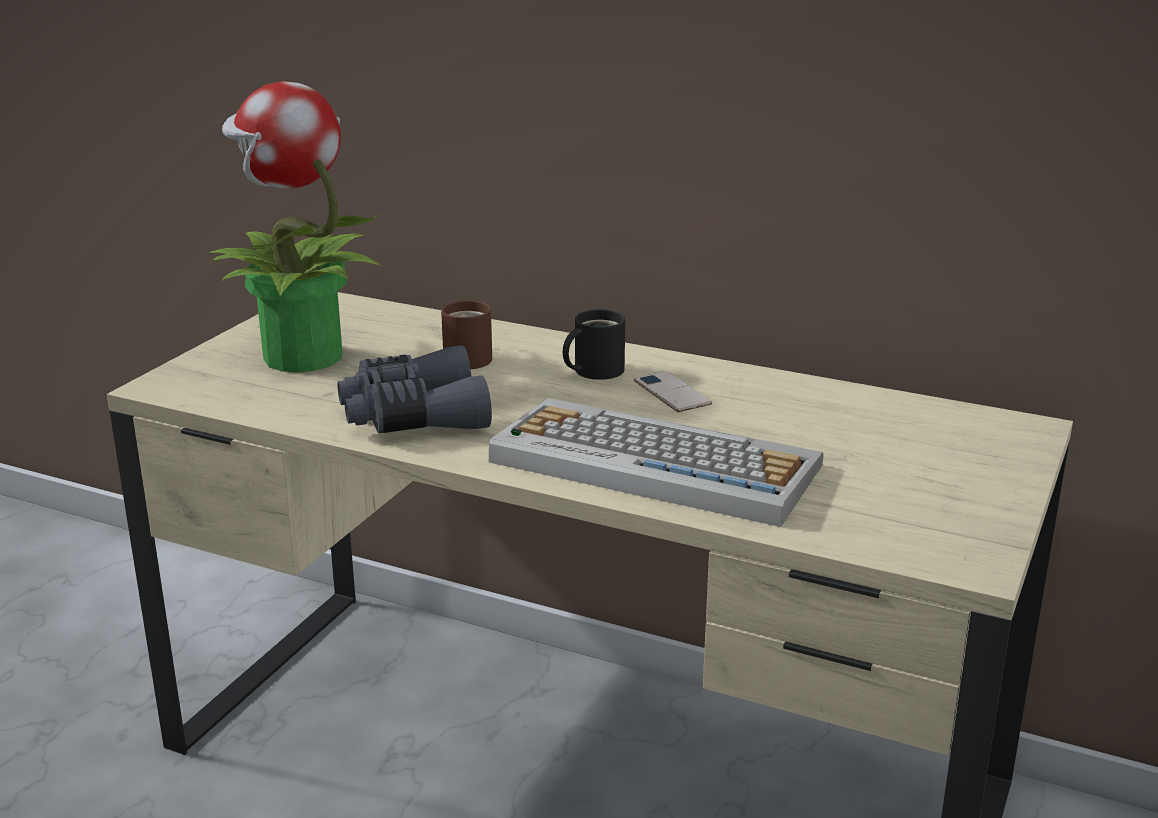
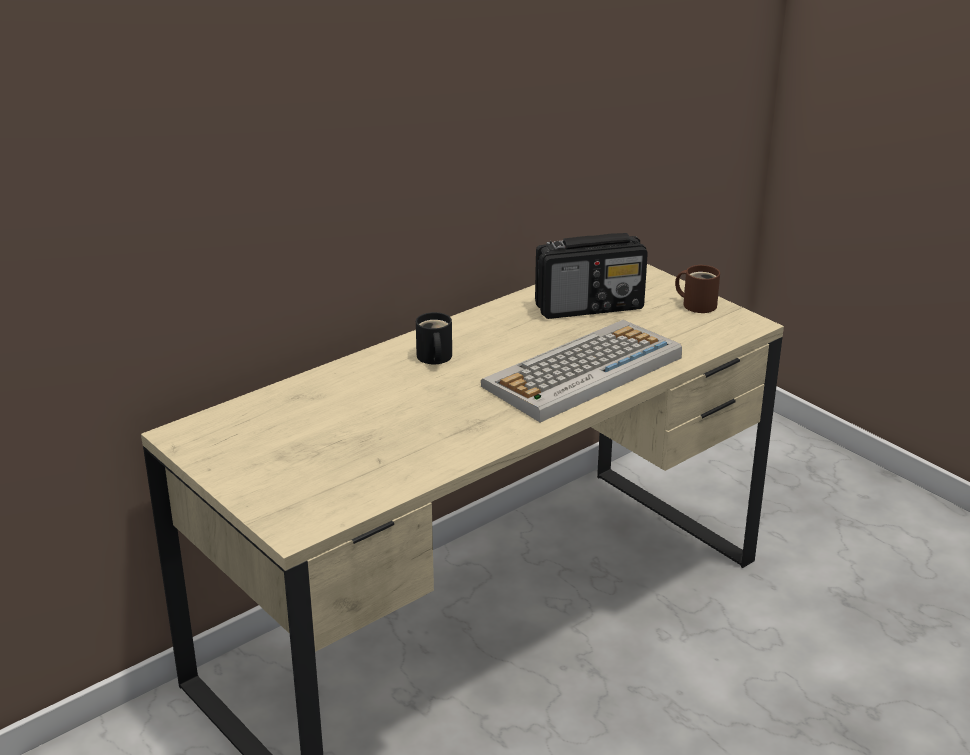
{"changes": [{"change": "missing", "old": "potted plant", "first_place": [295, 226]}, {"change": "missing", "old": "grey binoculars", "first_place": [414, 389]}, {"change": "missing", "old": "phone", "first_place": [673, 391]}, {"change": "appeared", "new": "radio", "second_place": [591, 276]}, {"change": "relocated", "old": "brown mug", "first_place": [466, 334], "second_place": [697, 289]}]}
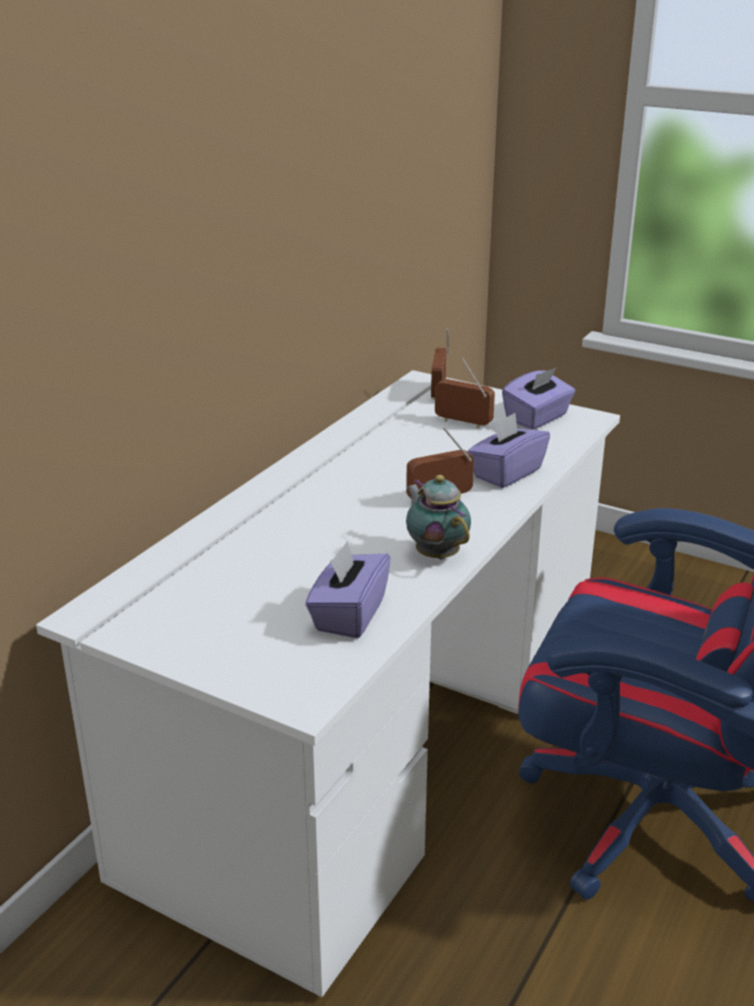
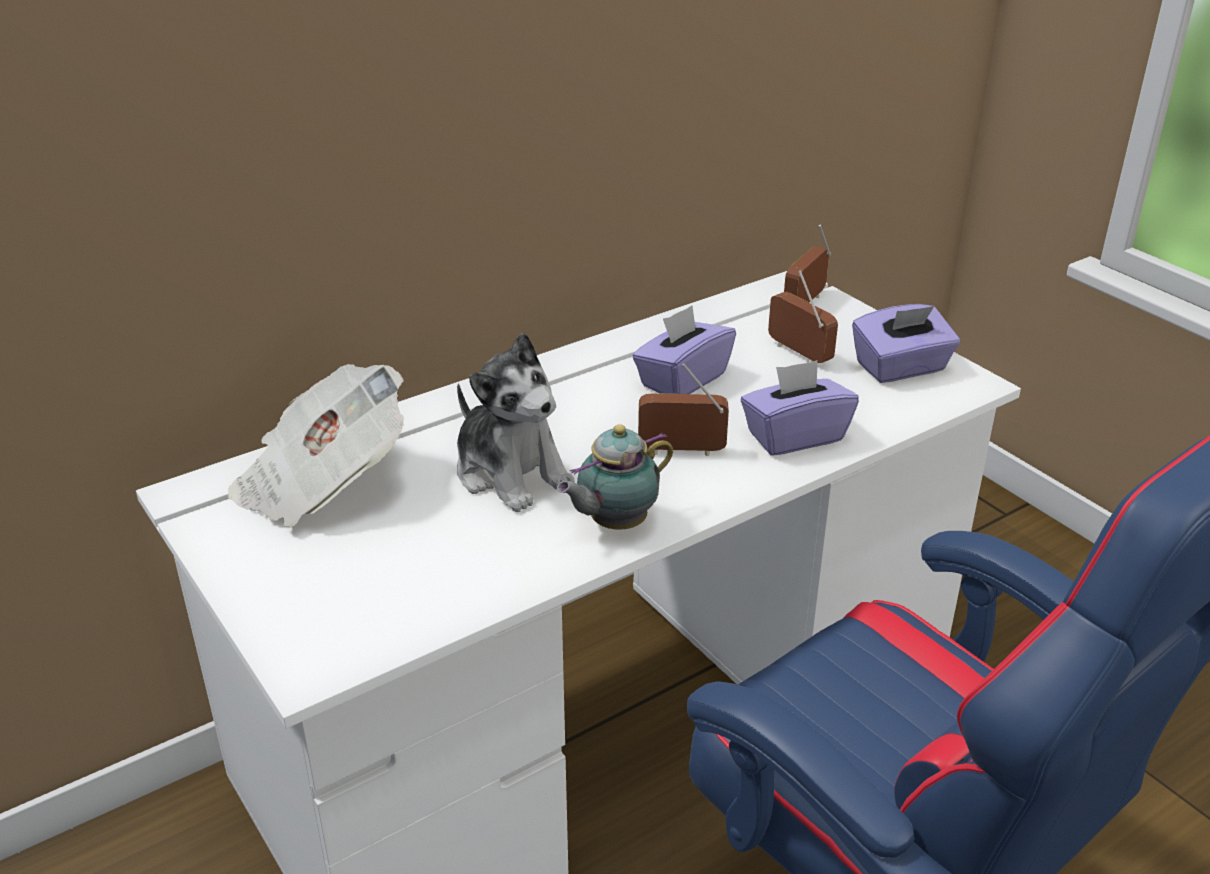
{"changes": [{"change": "appeared", "new": "newspaper", "second_place": [316, 445]}, {"change": "appeared", "new": "plush toy", "second_place": [516, 422]}, {"change": "relocated", "old": "purple tissue box", "first_place": [348, 589], "second_place": [684, 349]}, {"change": "spun", "old": "teapot", "first_place": [438, 517], "second_place": [615, 477], "degrees": -120}]}
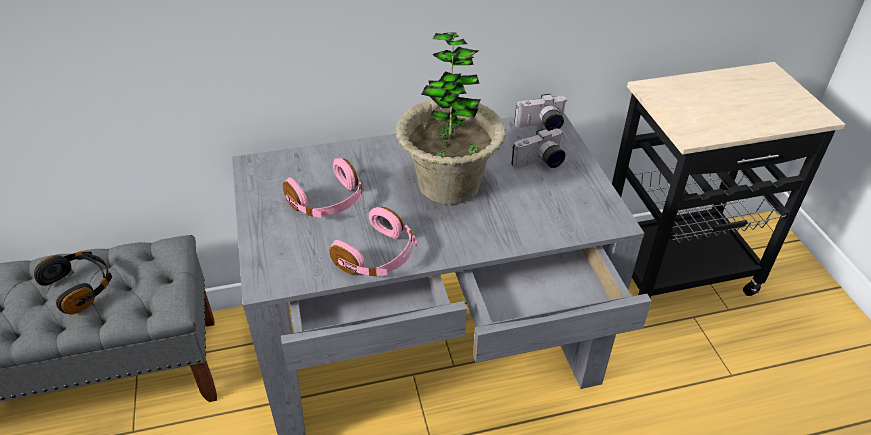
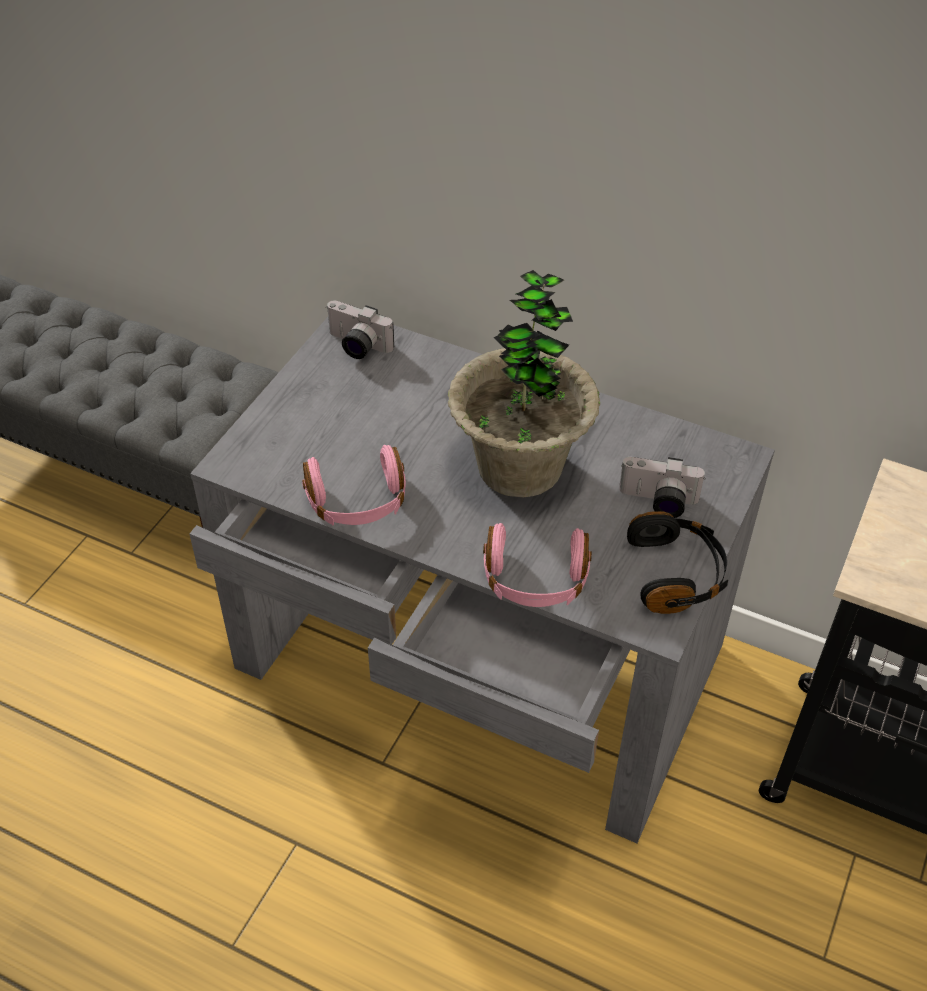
{"changes": [{"change": "relocated", "old": "black headphones", "first_place": [73, 283], "second_place": [677, 562]}, {"change": "relocated", "old": "pink headphones", "first_place": [322, 188], "second_place": [537, 565]}, {"change": "relocated", "old": "photo camera", "first_place": [540, 112], "second_place": [360, 330]}]}
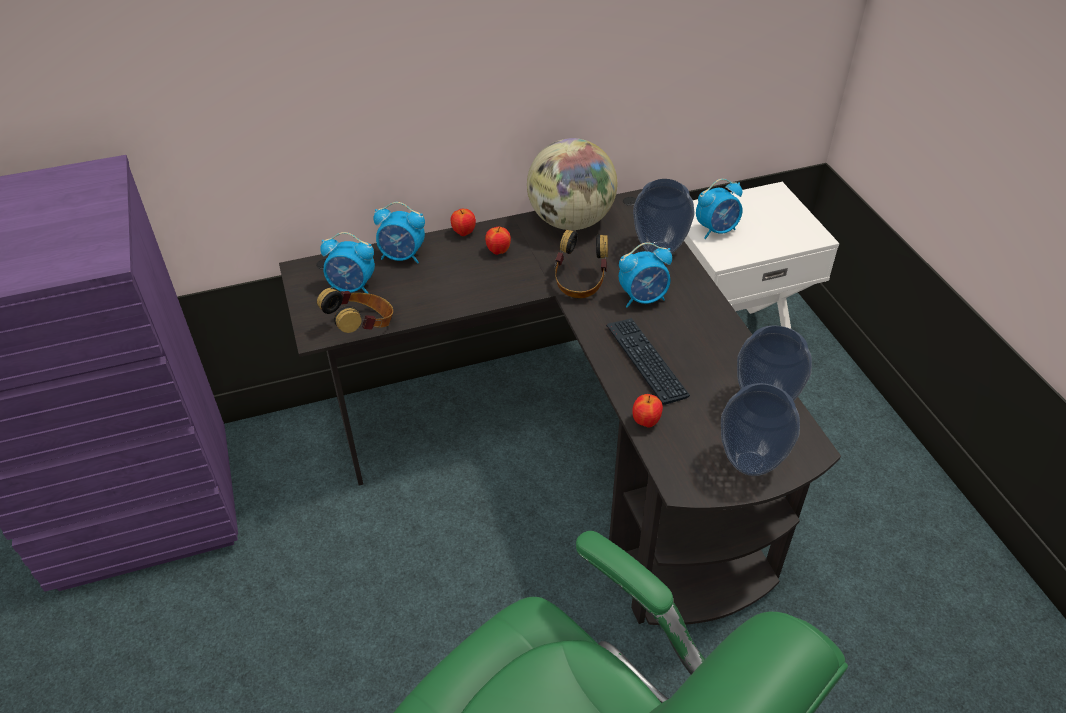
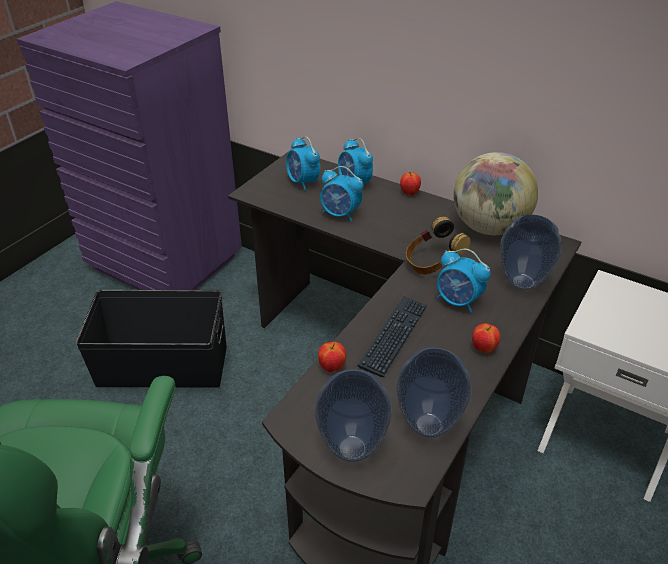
{"changes": [{"change": "missing", "old": "headphones", "first_place": [355, 310]}, {"change": "appeared", "new": "black storage box", "second_place": [151, 338]}, {"change": "relocated", "old": "apple", "first_place": [498, 241], "second_place": [486, 338]}, {"change": "relocated", "old": "alarm clock", "first_place": [719, 209], "second_place": [341, 194]}]}
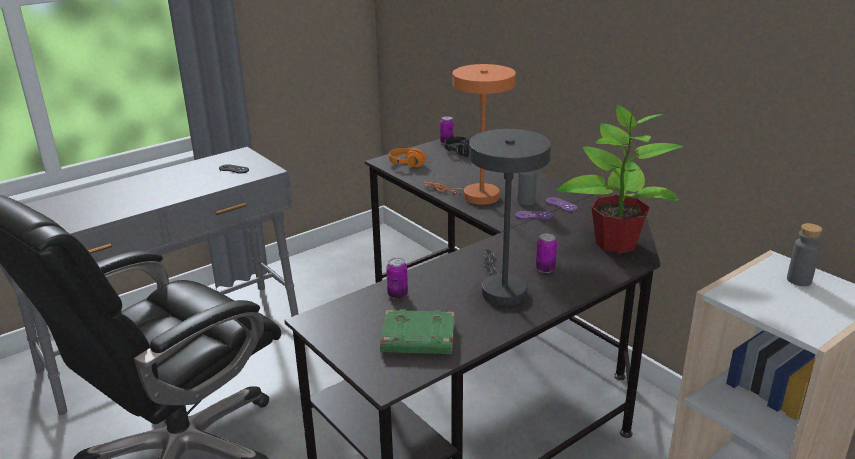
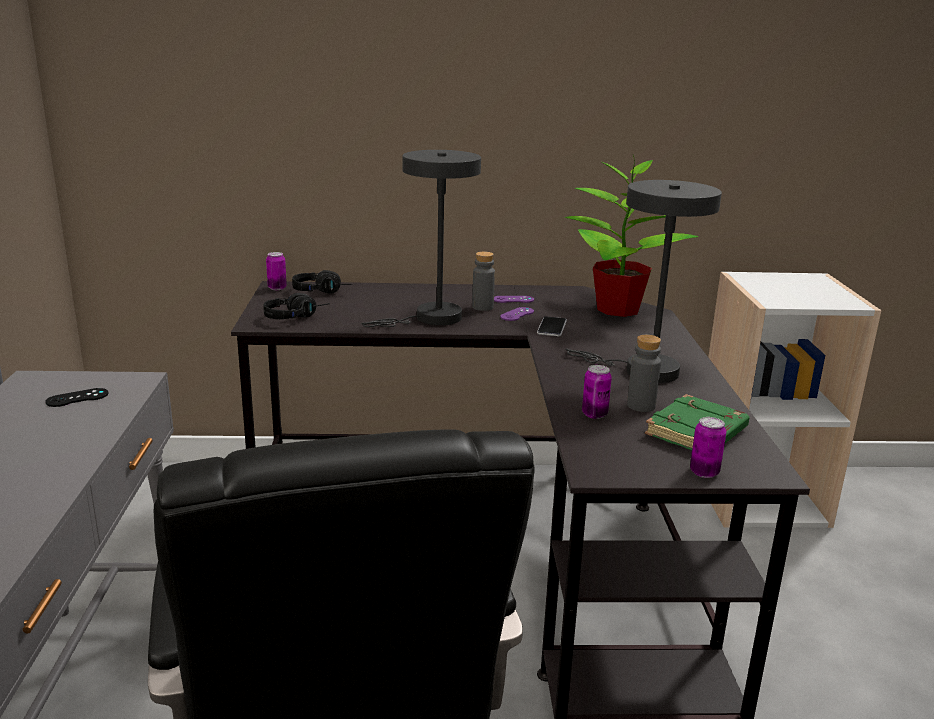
{"changes": [{"change": "appeared", "new": "phone", "second_place": [552, 326]}, {"change": "relocated", "old": "can", "first_place": [546, 253], "second_place": [708, 447]}, {"change": "relocated", "old": "grey bottle", "first_place": [805, 254], "second_place": [644, 373]}, {"change": "colour", "old": "orange headphones", "new": "black headphones", "first_place": [410, 157], "second_place": [296, 306]}, {"change": "colour", "old": "orange table lamp", "new": "grey table lamp", "first_place": [470, 134], "second_place": [421, 238]}]}
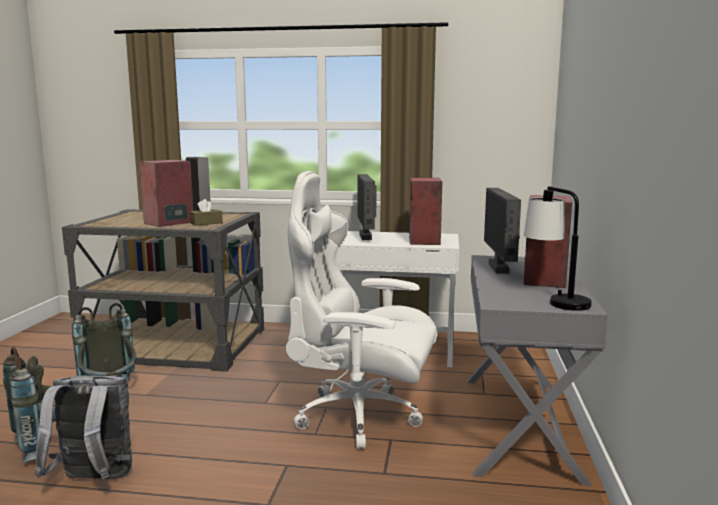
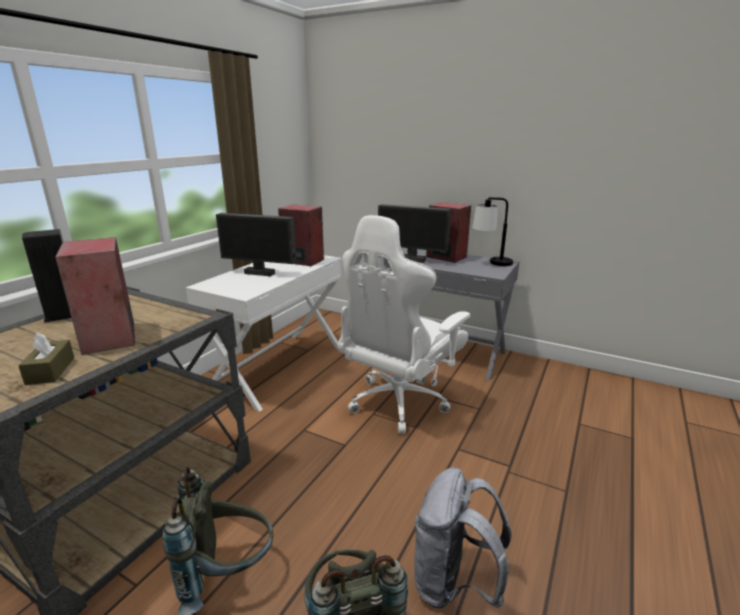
{"changes": [{"change": "relocated", "old": "brown tissue box", "first_place": [206, 212], "second_place": [46, 358]}]}
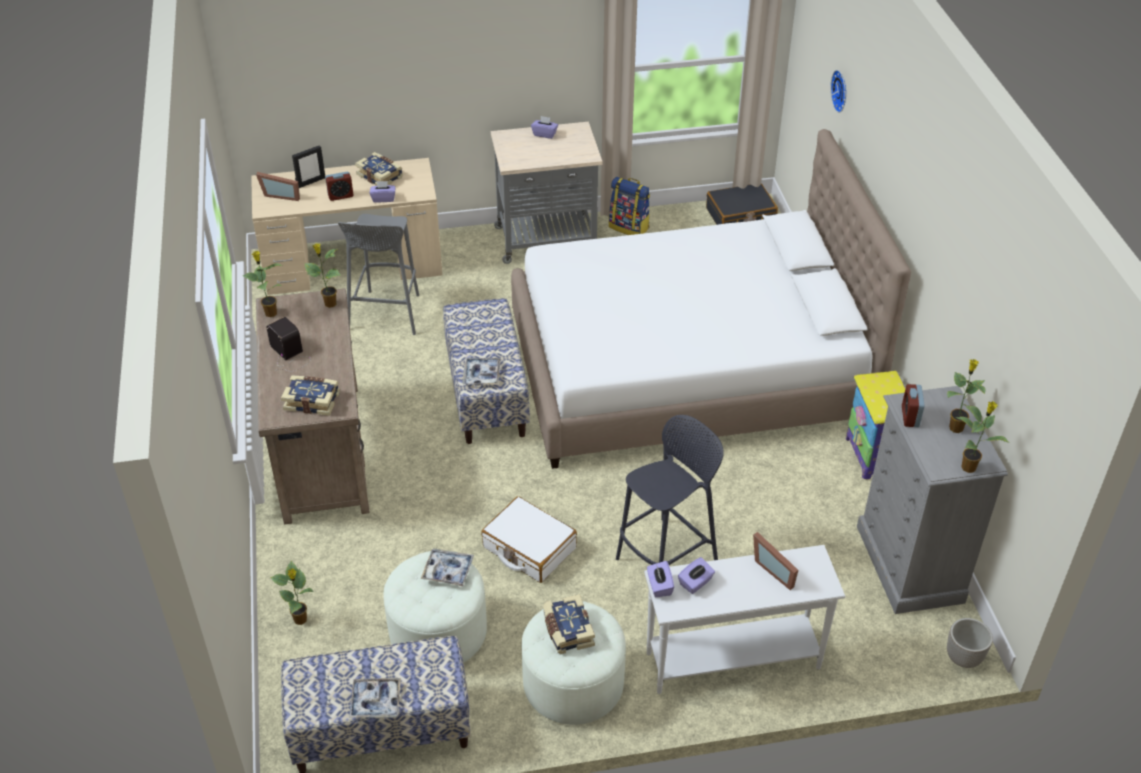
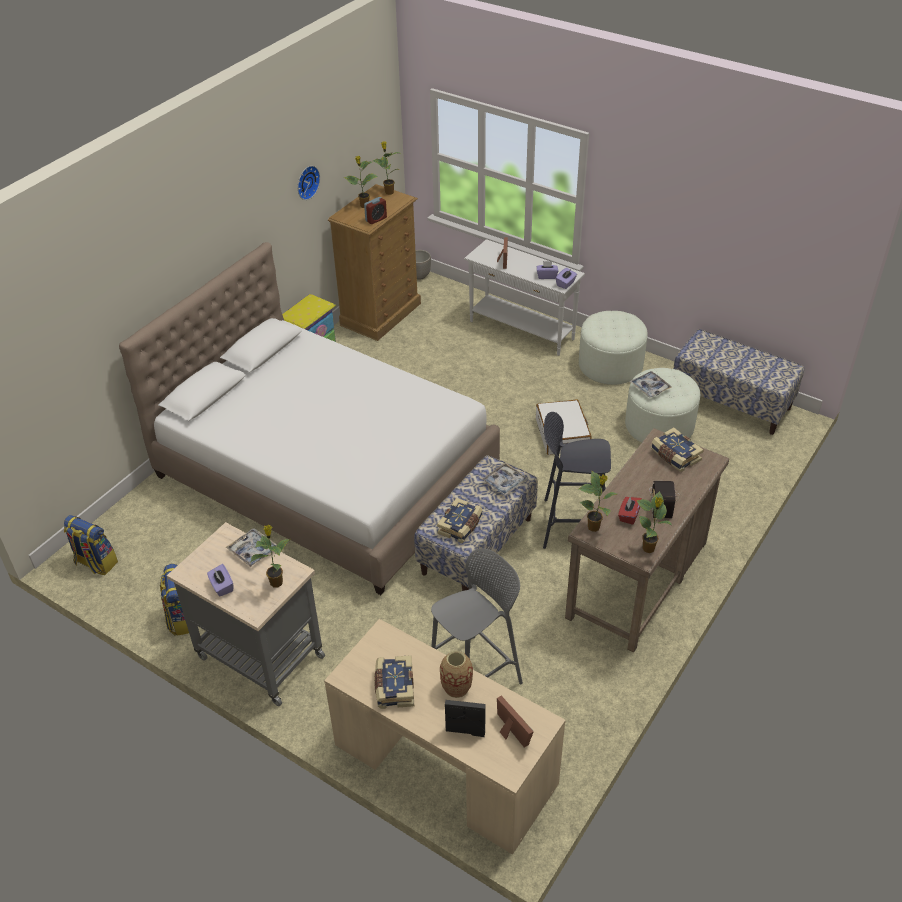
{"changes": [{"change": "missing", "old": "purple tissue box", "first_place": [382, 192]}, {"change": "appeared", "new": "red tissue box", "second_place": [630, 510]}, {"change": "relocated", "old": "potted plant", "first_place": [292, 593], "second_place": [270, 556]}, {"change": "relocated", "old": "tray", "first_place": [375, 698], "second_place": [251, 547]}, {"change": "relocated", "old": "book", "first_place": [569, 624], "second_place": [460, 520]}, {"change": "relocated", "old": "grey stool", "first_place": [670, 490], "second_place": [577, 480]}, {"change": "relocated", "old": "wall clock", "first_place": [838, 91], "second_place": [309, 183]}, {"change": "exchanged", "old": "alarm clock", "new": "vase", "first_place": [339, 186], "second_place": [456, 674]}, {"change": "exchanged", "old": "black suitcase", "new": "backpack", "first_place": [742, 204], "second_place": [91, 545]}, {"change": "colour", "old": "grey dresser", "new": "brown dresser", "first_place": [932, 500], "second_place": [374, 262]}]}
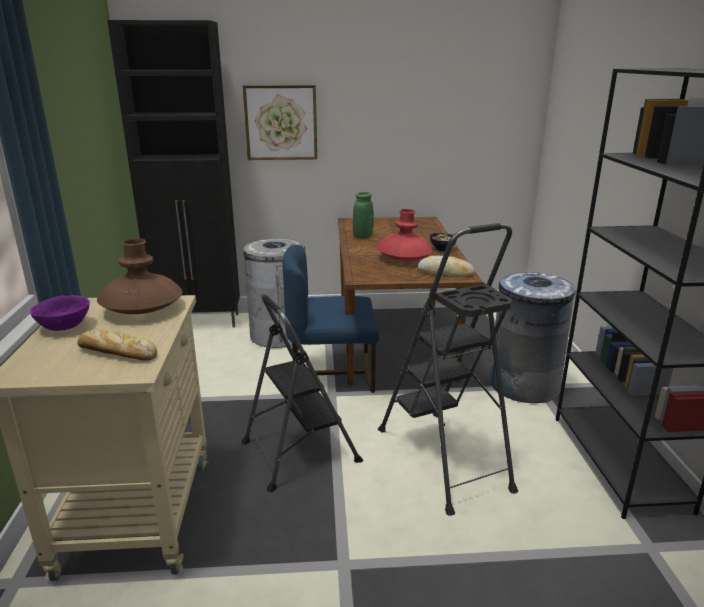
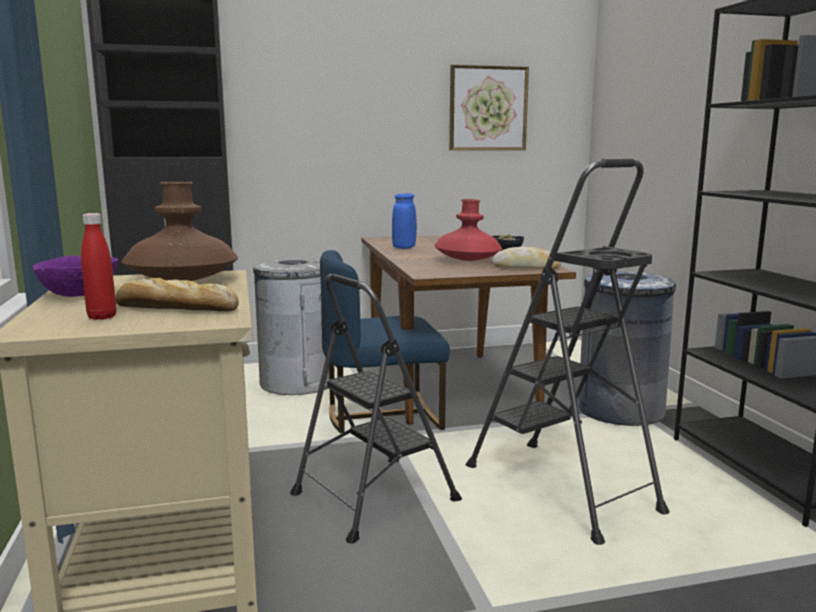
{"changes": [{"change": "appeared", "new": "red bottle", "second_place": [98, 266]}, {"change": "relocated", "old": "picture", "first_place": [280, 122], "second_place": [489, 107]}, {"change": "colour", "old": "green vase", "new": "blue vase", "first_place": [363, 215], "second_place": [404, 221]}]}
